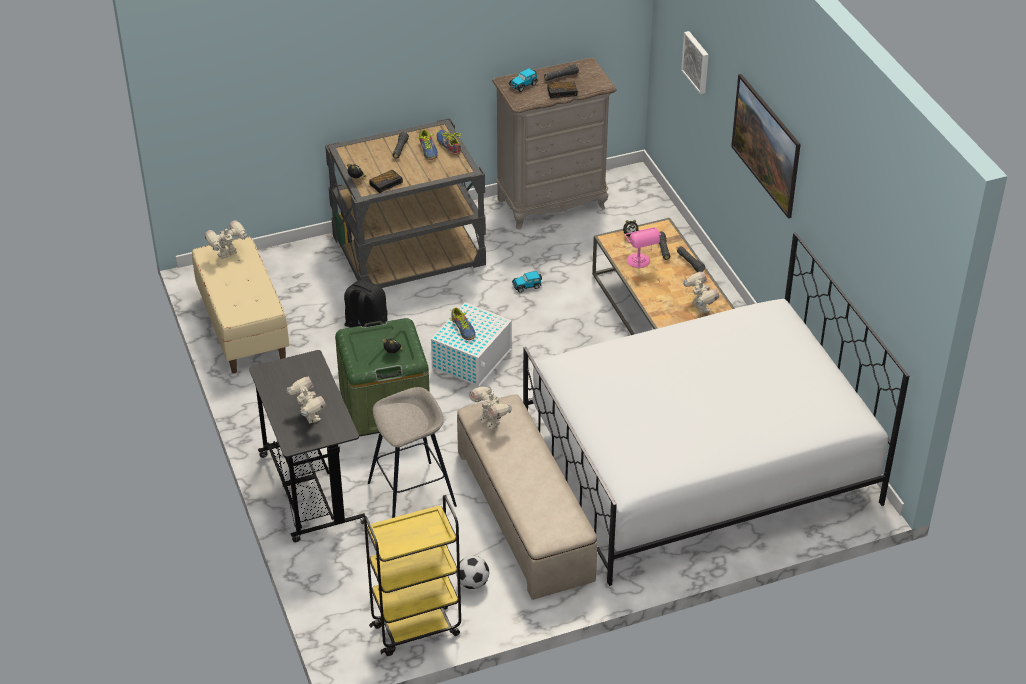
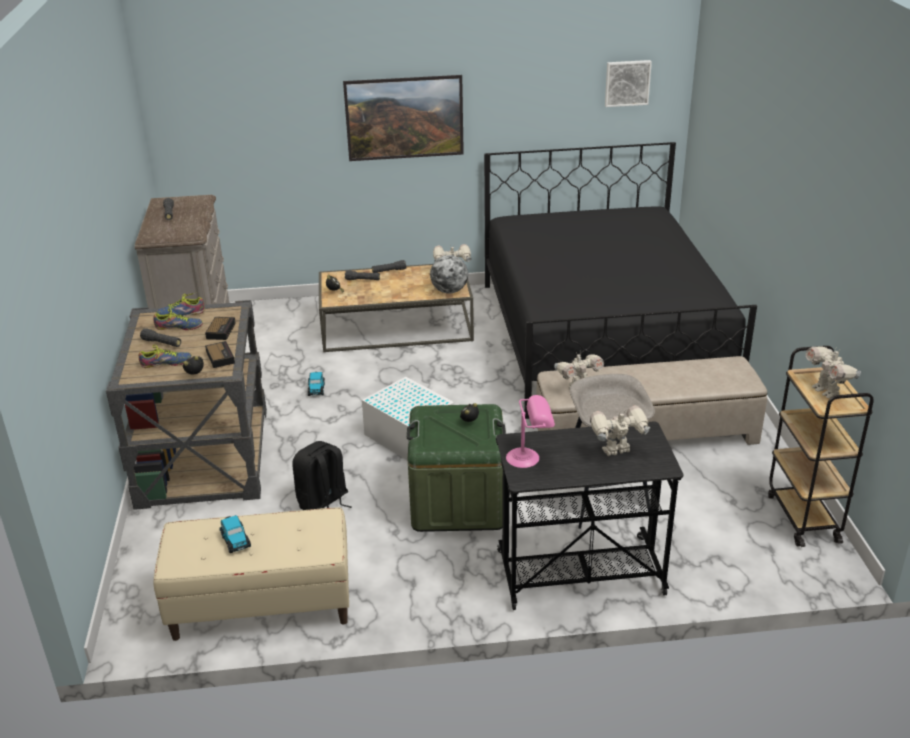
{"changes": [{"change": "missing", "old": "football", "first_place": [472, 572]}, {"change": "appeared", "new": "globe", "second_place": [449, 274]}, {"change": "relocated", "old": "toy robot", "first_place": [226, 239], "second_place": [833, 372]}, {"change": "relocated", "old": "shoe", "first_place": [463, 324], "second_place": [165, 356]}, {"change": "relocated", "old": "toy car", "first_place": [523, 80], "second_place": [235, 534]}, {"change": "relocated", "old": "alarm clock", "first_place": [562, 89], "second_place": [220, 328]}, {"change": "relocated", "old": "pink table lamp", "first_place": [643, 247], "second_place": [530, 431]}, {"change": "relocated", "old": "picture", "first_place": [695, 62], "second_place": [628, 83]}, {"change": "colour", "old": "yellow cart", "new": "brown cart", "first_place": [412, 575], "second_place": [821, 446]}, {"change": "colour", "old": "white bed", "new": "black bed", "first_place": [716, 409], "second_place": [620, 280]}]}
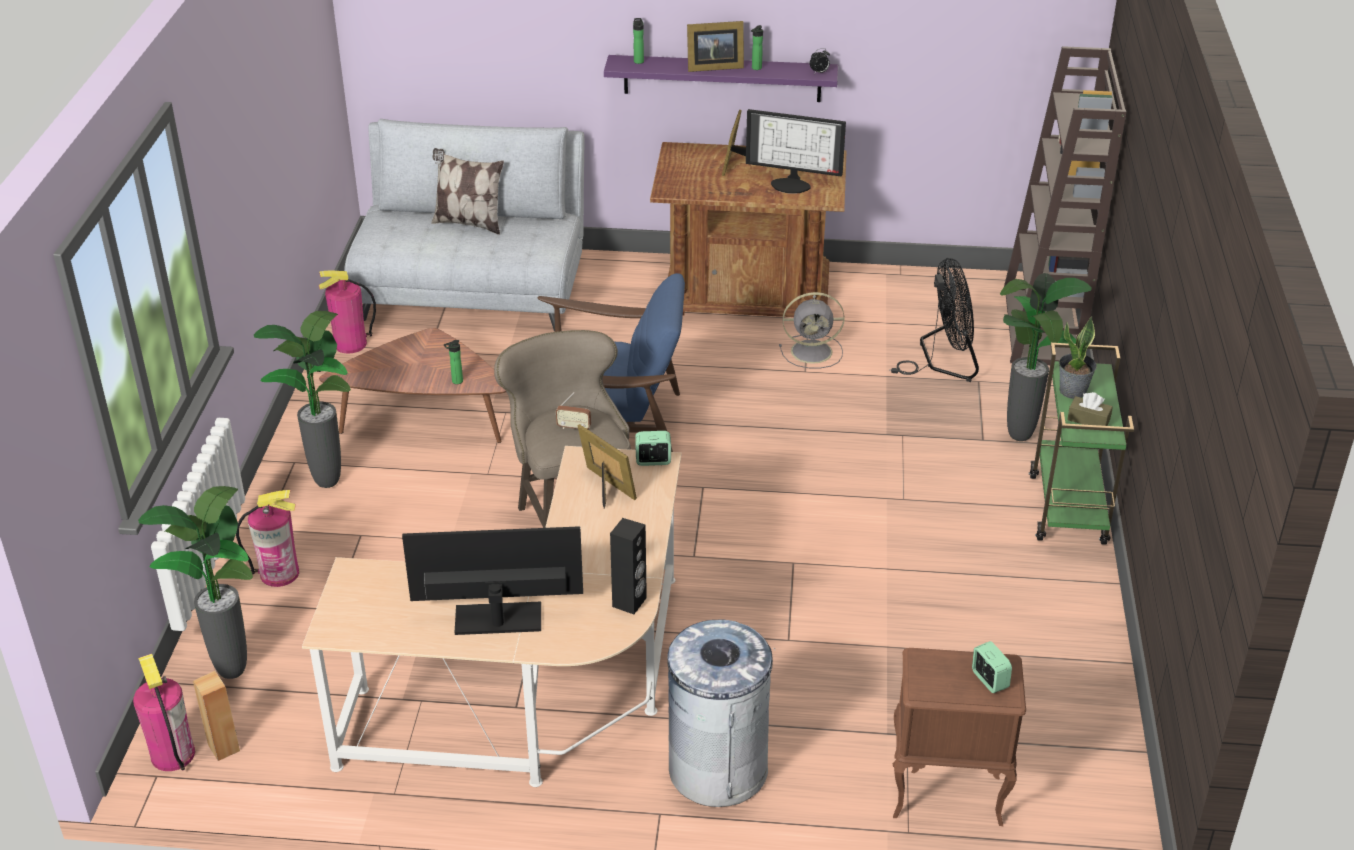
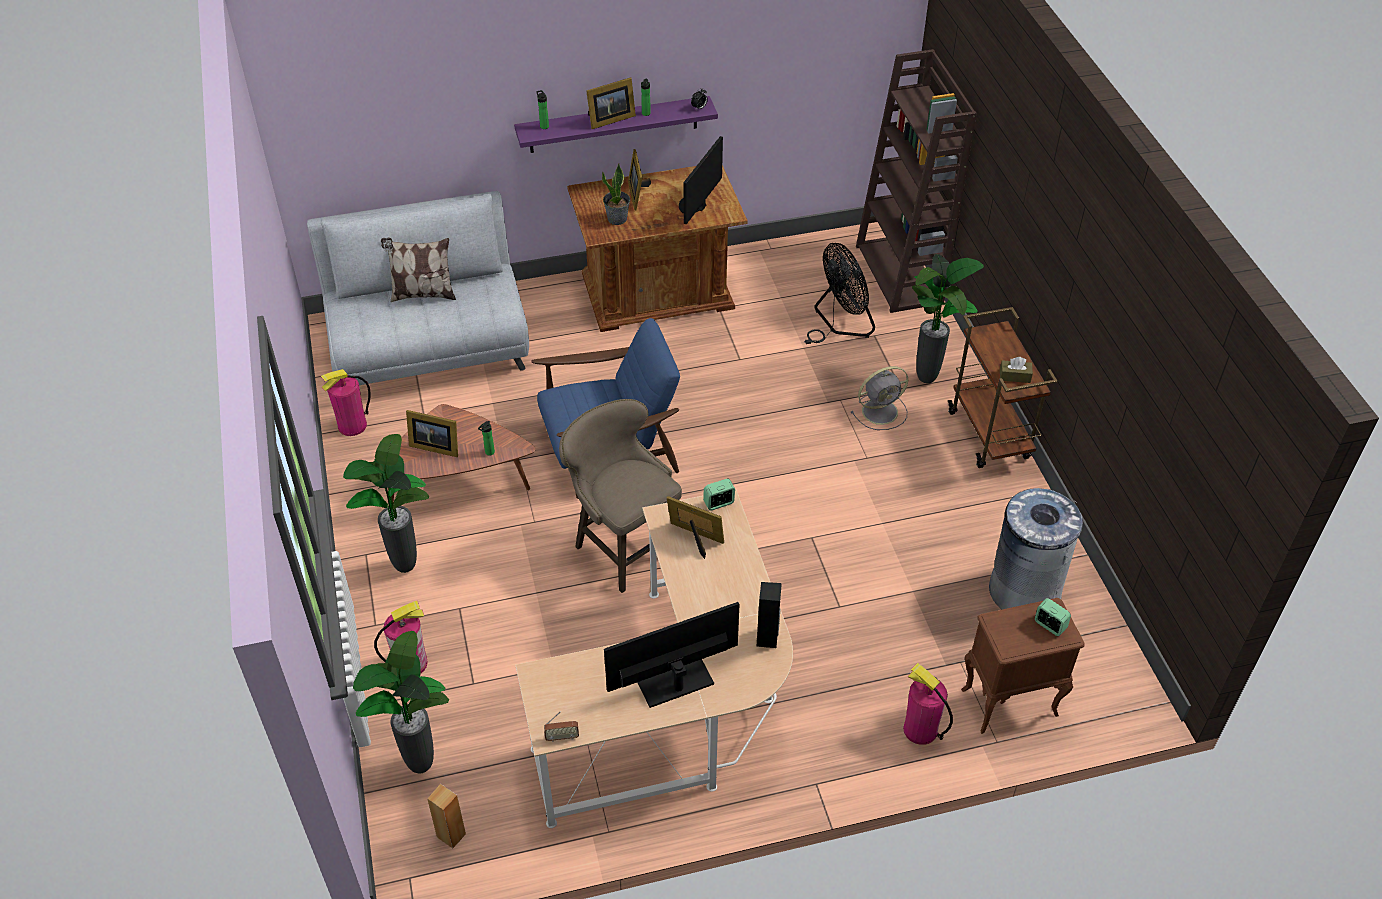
{"changes": [{"change": "appeared", "new": "picture frame", "second_place": [432, 433]}, {"change": "relocated", "old": "fire extinguisher", "first_place": [164, 712], "second_place": [928, 704]}, {"change": "relocated", "old": "radio", "first_place": [573, 410], "second_place": [561, 727]}, {"change": "relocated", "old": "grey trash can", "first_place": [721, 713], "second_place": [1036, 548]}, {"change": "relocated", "old": "grey fan", "first_place": [812, 330], "second_place": [879, 398]}, {"change": "relocated", "old": "potted plant", "first_place": [1078, 357], "second_place": [616, 194]}, {"change": "colour", "old": "green cart", "new": "brown cart", "first_place": [1081, 444], "second_place": [1003, 387]}, {"change": "spun", "old": "monitor", "first_place": [796, 151], "second_place": [701, 180], "degrees": 120}]}
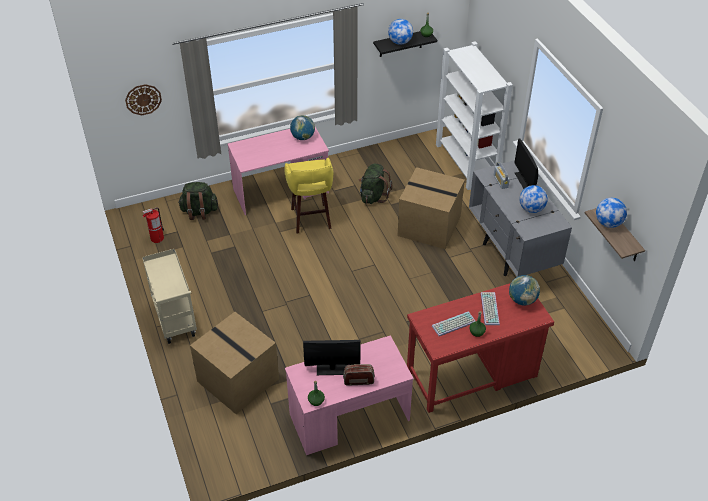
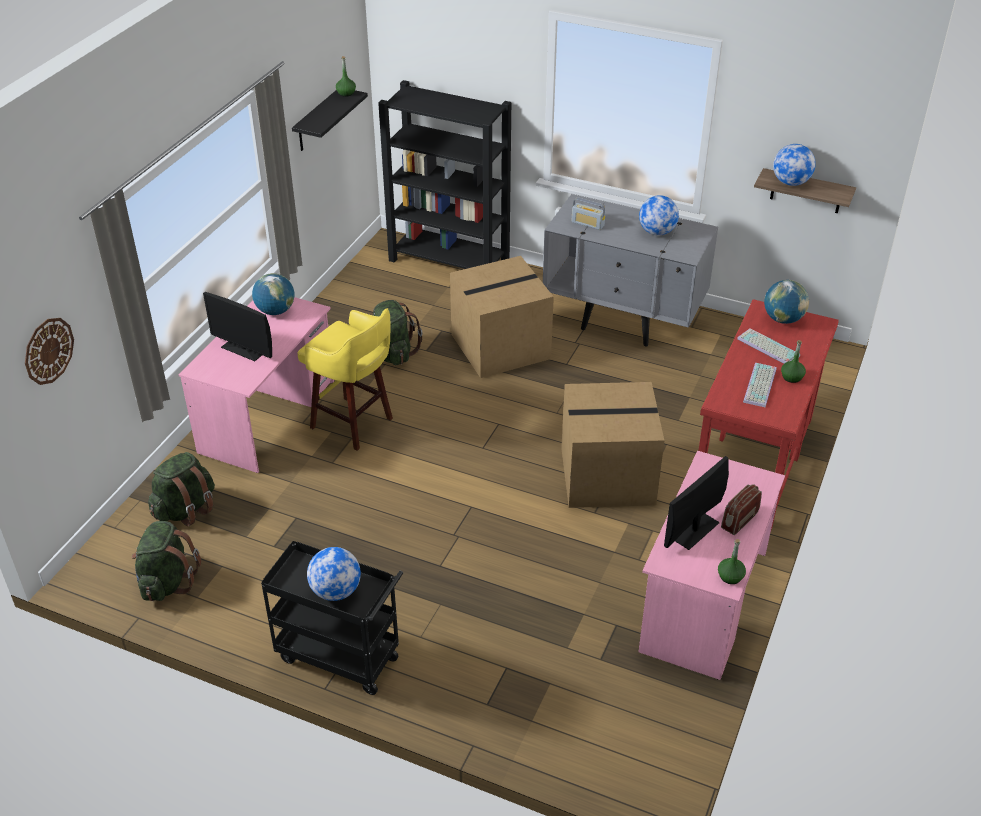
{"changes": [{"change": "relocated", "old": "cardboard box", "first_place": [234, 363], "second_place": [612, 445]}, {"change": "relocated", "old": "globe", "first_place": [400, 32], "second_place": [334, 574]}, {"change": "relocated", "old": "monitor", "first_place": [526, 164], "second_place": [237, 326]}, {"change": "exchanged", "old": "fire extinguisher", "new": "green backpack", "first_place": [153, 225], "second_place": [167, 561]}, {"change": "colour", "old": "beige cart", "new": "black cart", "first_place": [169, 296], "second_place": [332, 618]}, {"change": "colour", "old": "white bookcase", "new": "black bookcase", "first_place": [474, 115], "second_place": [444, 174]}]}
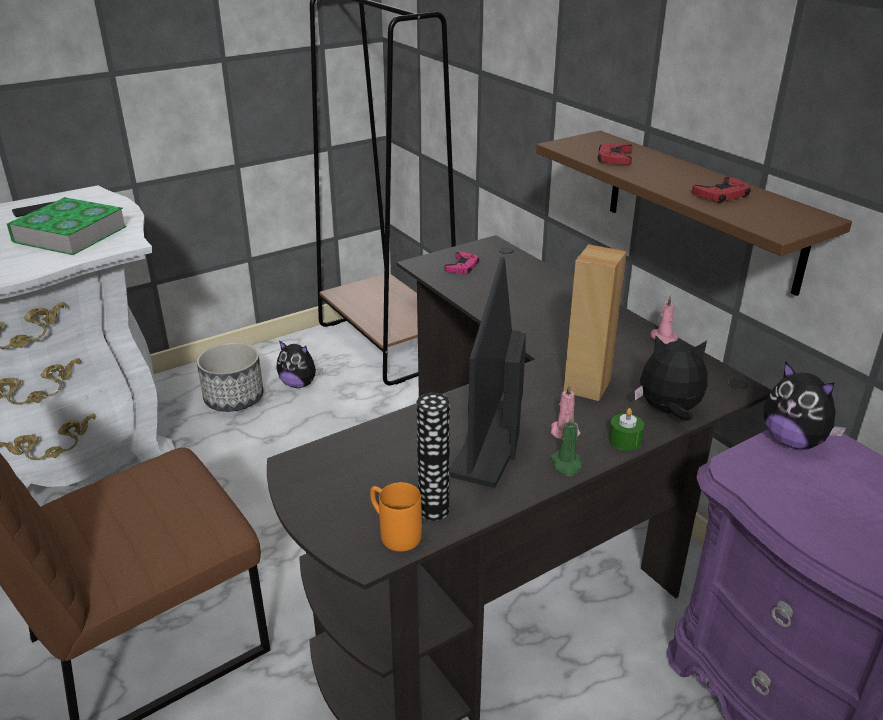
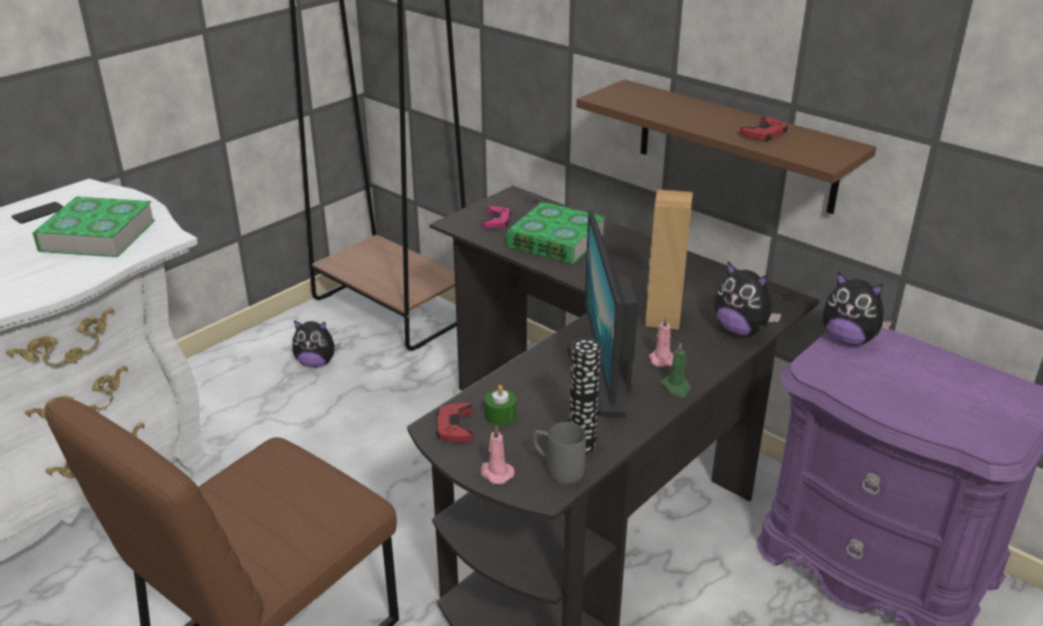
{"changes": [{"change": "missing", "old": "planter", "first_place": [230, 377]}, {"change": "appeared", "new": "book", "second_place": [556, 233]}, {"change": "relocated", "old": "red game controller", "first_place": [615, 154], "second_place": [455, 422]}, {"change": "relocated", "old": "green candle", "first_place": [626, 429], "second_place": [500, 405]}, {"change": "relocated", "old": "pink candle", "first_place": [664, 319], "second_place": [498, 455]}, {"change": "colour", "old": "orange mug", "new": "grey mug", "first_place": [396, 516], "second_place": [559, 453]}, {"change": "spun", "old": "plush toy", "first_place": [671, 378], "second_place": [747, 298], "degrees": -135}]}
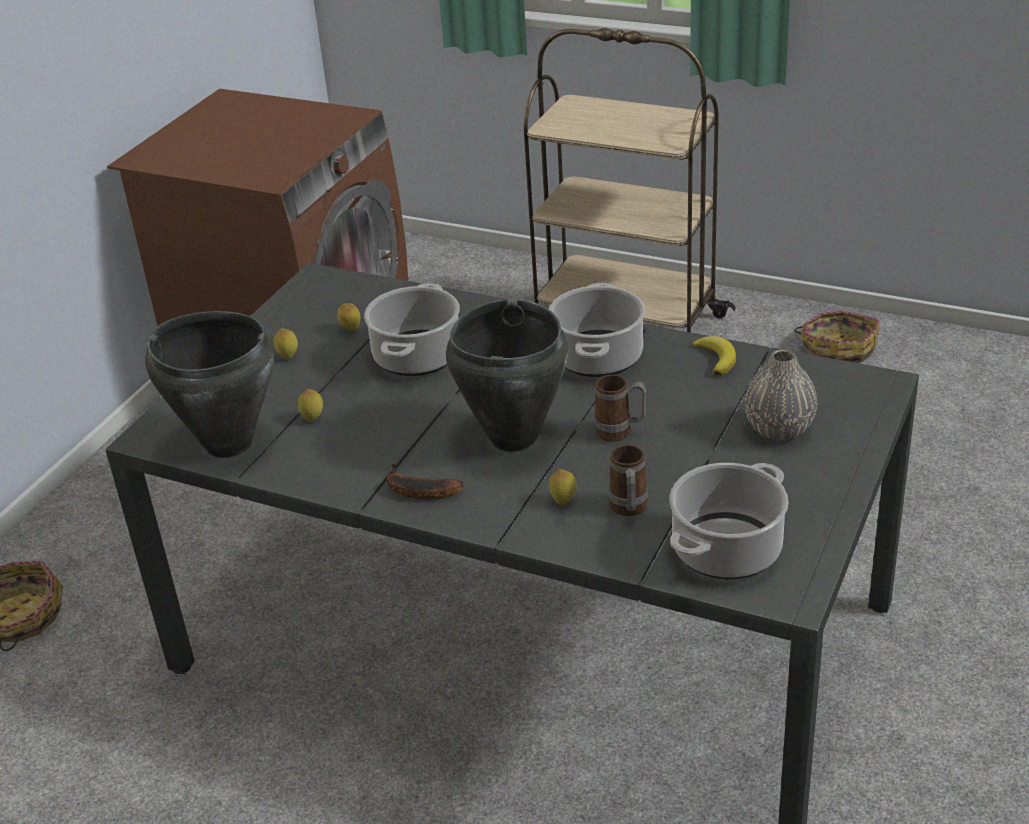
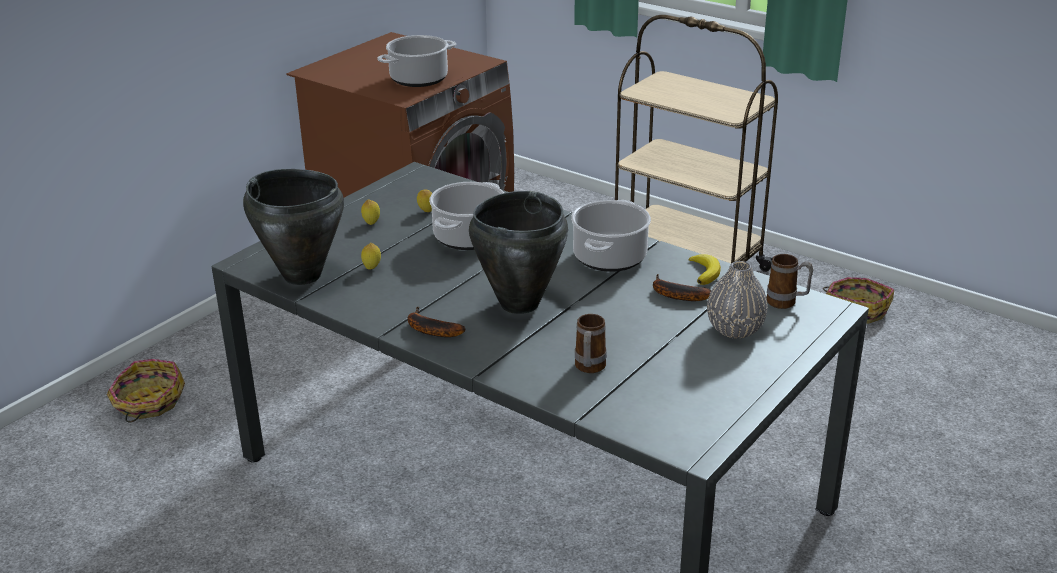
{"changes": [{"change": "missing", "old": "lemon", "first_place": [562, 487]}, {"change": "appeared", "new": "banana", "second_place": [682, 287]}, {"change": "relocated", "old": "mug", "first_place": [621, 408], "second_place": [790, 281]}, {"change": "relocated", "old": "cooking pot", "first_place": [729, 521], "second_place": [416, 61]}]}
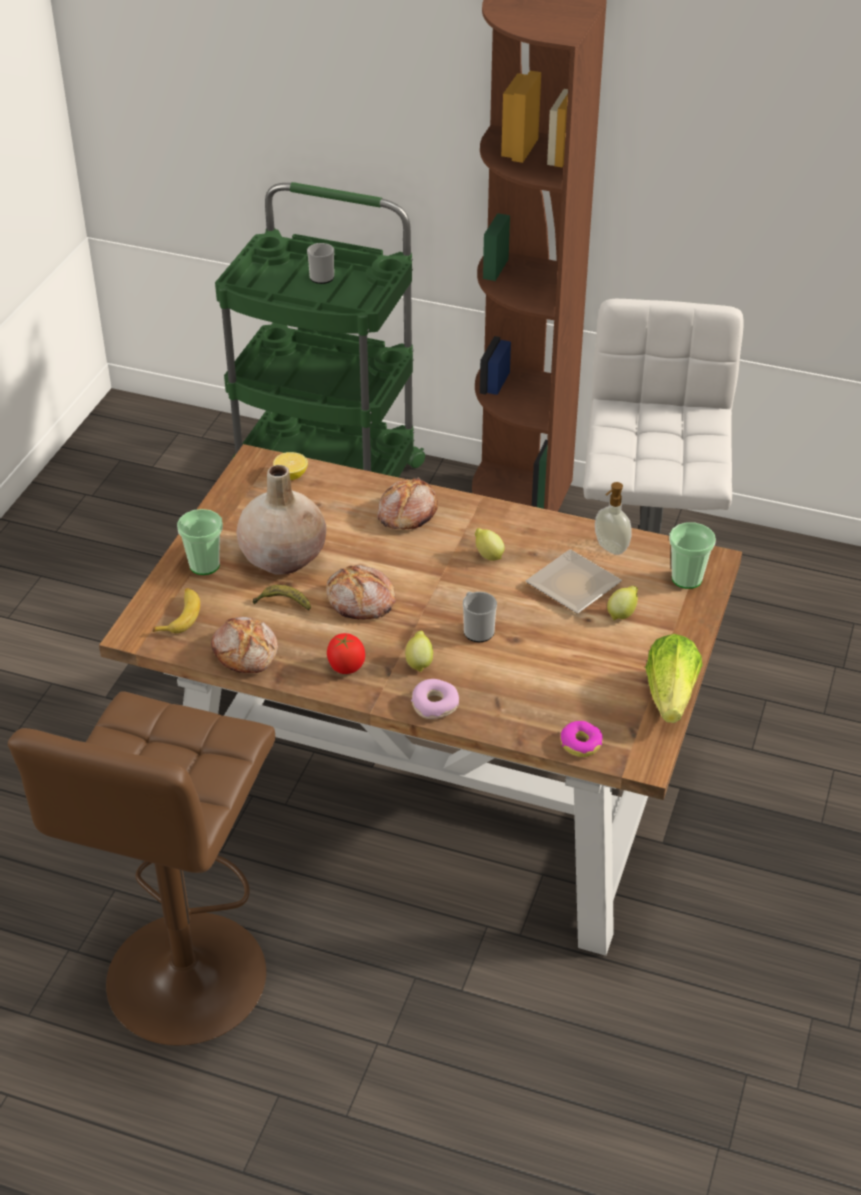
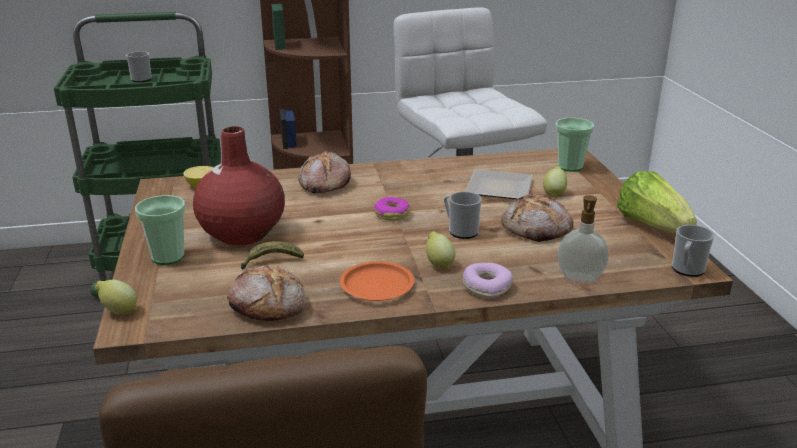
{"changes": [{"change": "missing", "old": "banana", "first_place": [176, 610]}, {"change": "appeared", "new": "mug", "second_place": [693, 251]}, {"change": "relocated", "old": "bread", "first_place": [361, 592], "second_place": [537, 217]}, {"change": "relocated", "old": "lemon", "first_place": [490, 544], "second_place": [116, 297]}, {"change": "relocated", "old": "donut", "first_place": [581, 739], "second_place": [392, 209]}, {"change": "relocated", "old": "soap dispenser", "first_place": [613, 518], "second_place": [583, 238]}, {"change": "exchanged", "old": "tomato", "new": "orange plate", "first_place": [346, 653], "second_place": [377, 281]}, {"change": "colour", "old": "beige vase", "new": "red vase", "first_place": [281, 520], "second_place": [239, 185]}]}
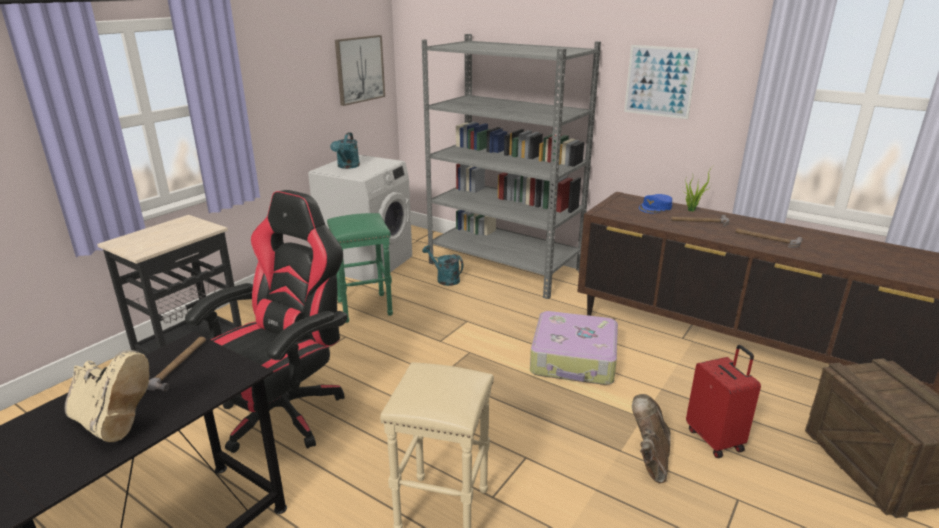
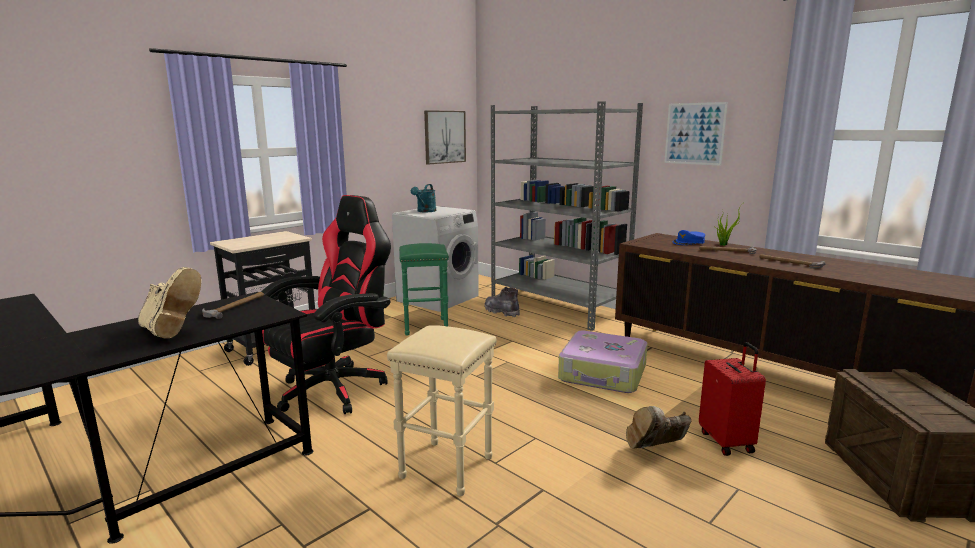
{"changes": [{"change": "exchanged", "old": "turquoise watering can", "new": "grey boot", "first_place": [442, 265], "second_place": [502, 302]}, {"change": "spun", "old": "brown boot", "first_place": [651, 438], "second_place": [658, 427], "degrees": -135}]}
